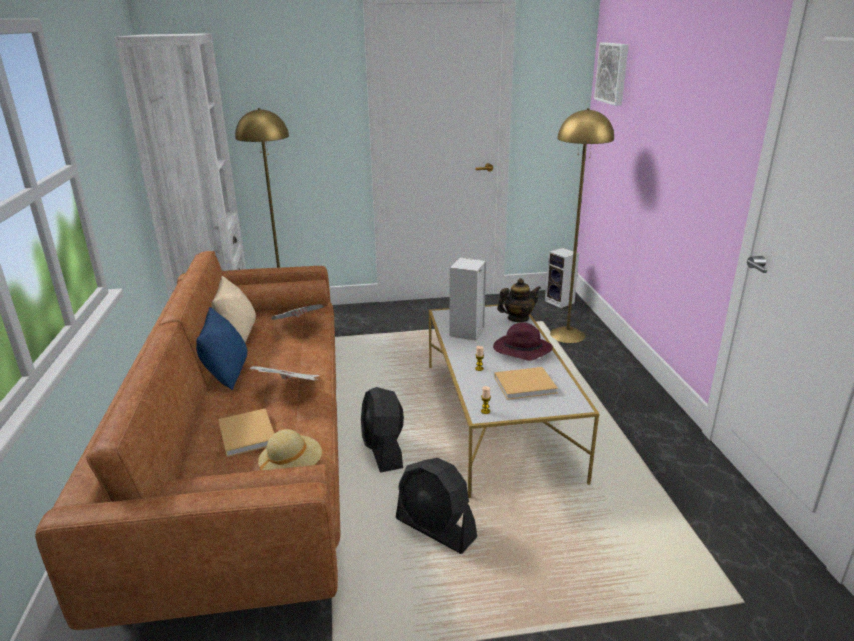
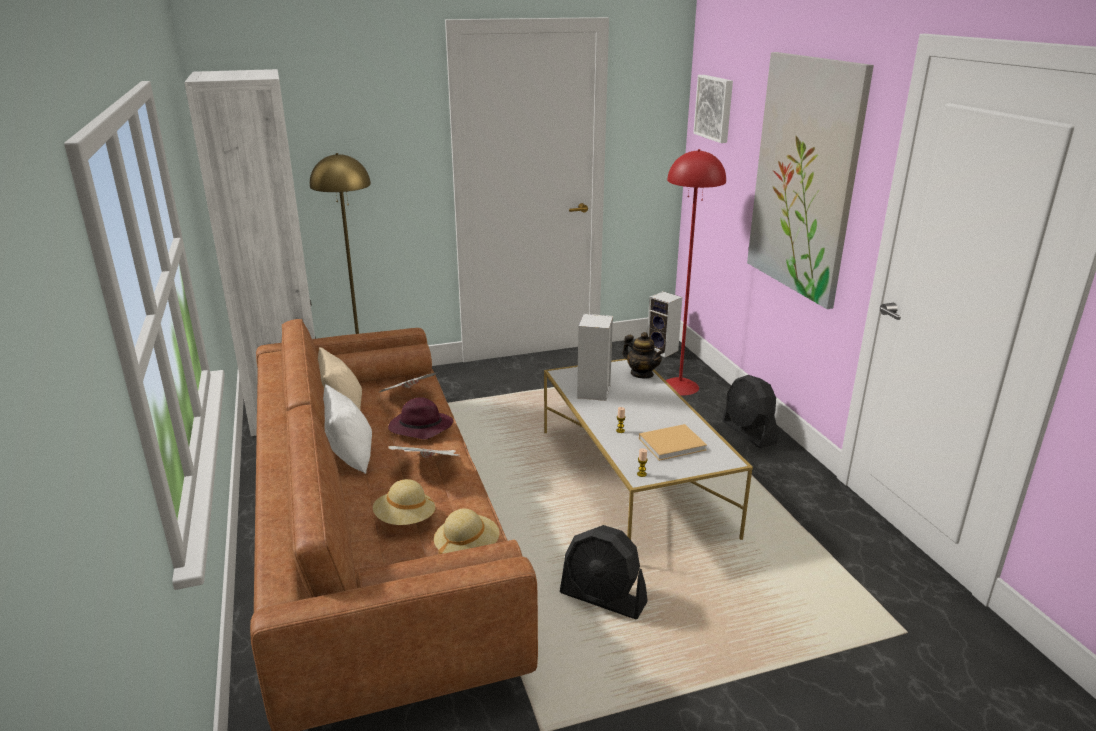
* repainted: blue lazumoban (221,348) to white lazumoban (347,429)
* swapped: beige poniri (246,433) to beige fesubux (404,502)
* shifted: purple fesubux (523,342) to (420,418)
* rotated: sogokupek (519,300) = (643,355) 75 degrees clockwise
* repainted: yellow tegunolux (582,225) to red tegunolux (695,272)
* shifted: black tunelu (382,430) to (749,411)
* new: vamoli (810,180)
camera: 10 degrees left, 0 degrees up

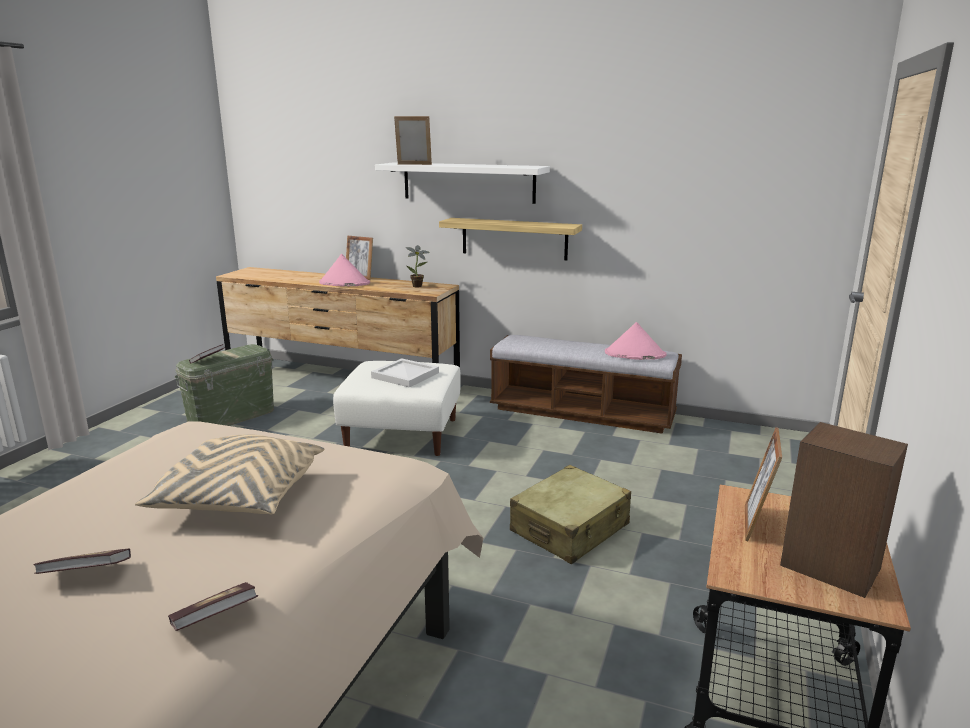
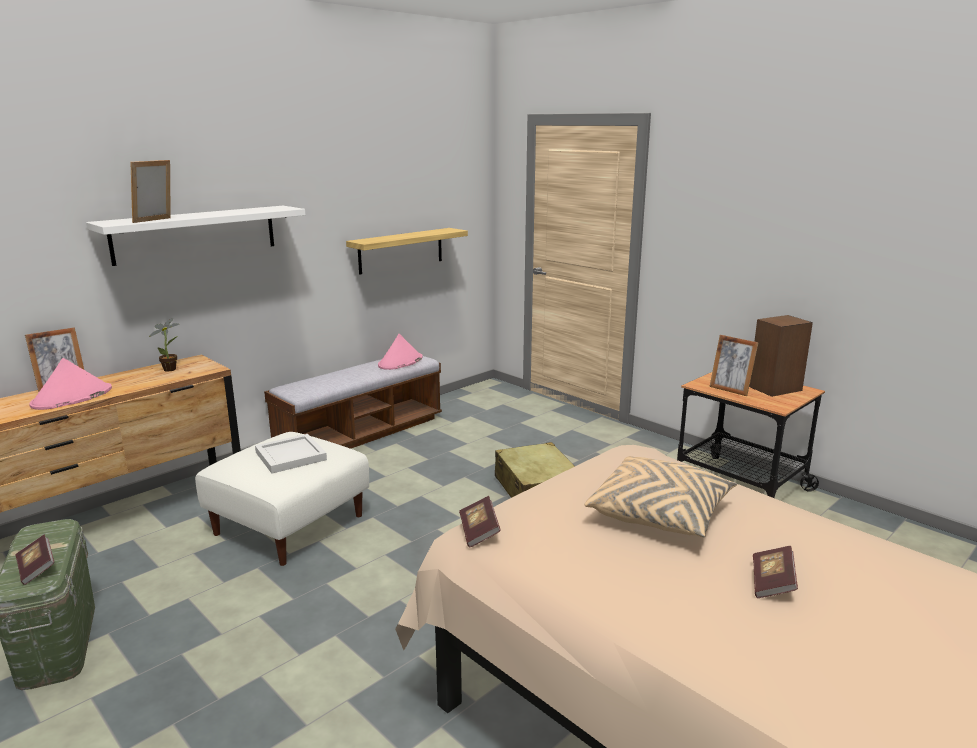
* shifted: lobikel (510,239) to (407,251)
* shifted: poniri (213,606) to (480,521)
camera: 65 degrees left, 0 degrees up

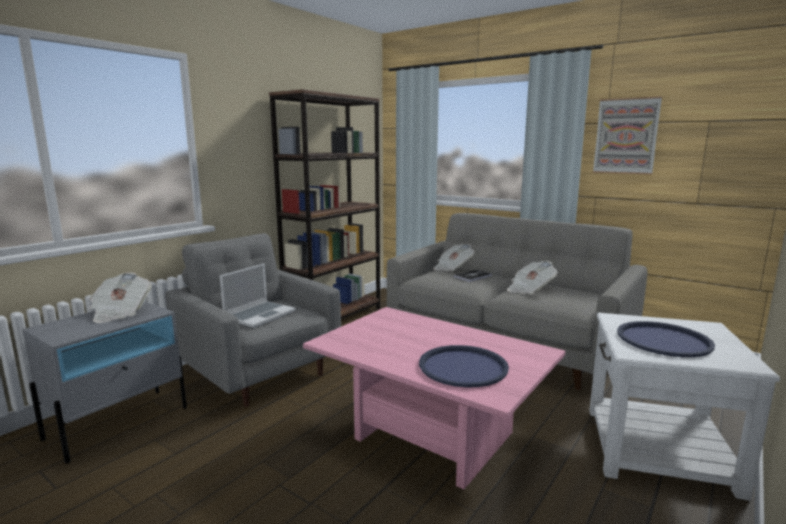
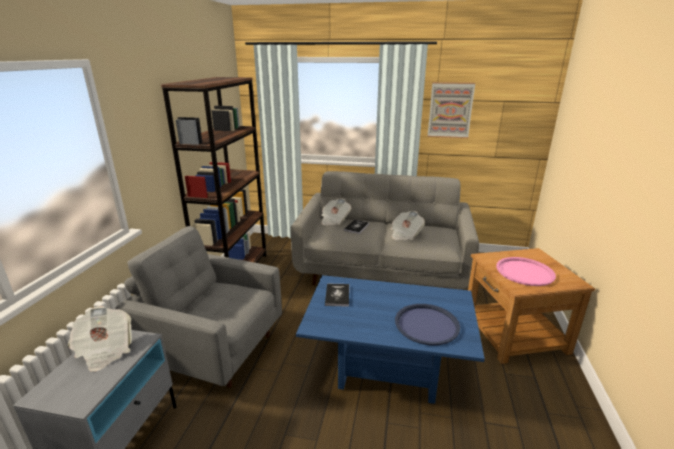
* repainted: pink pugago (434,398) to blue pugago (390,339)
* new: poniri (337,295)
* repainted: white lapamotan (684,407) to brown lapamotan (531,306)
* repainted: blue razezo (666,339) to pink razezo (526,271)
* gone: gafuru (258,295)
camera: 25 degrees left, 10 degrees up

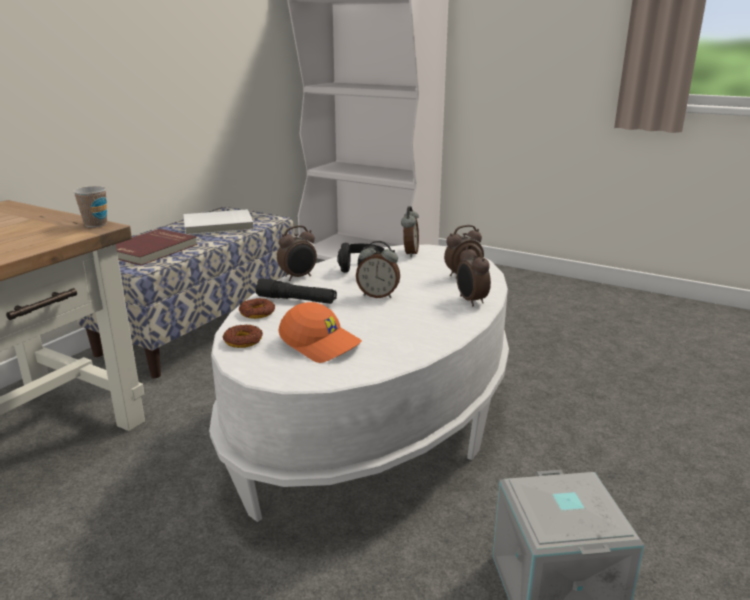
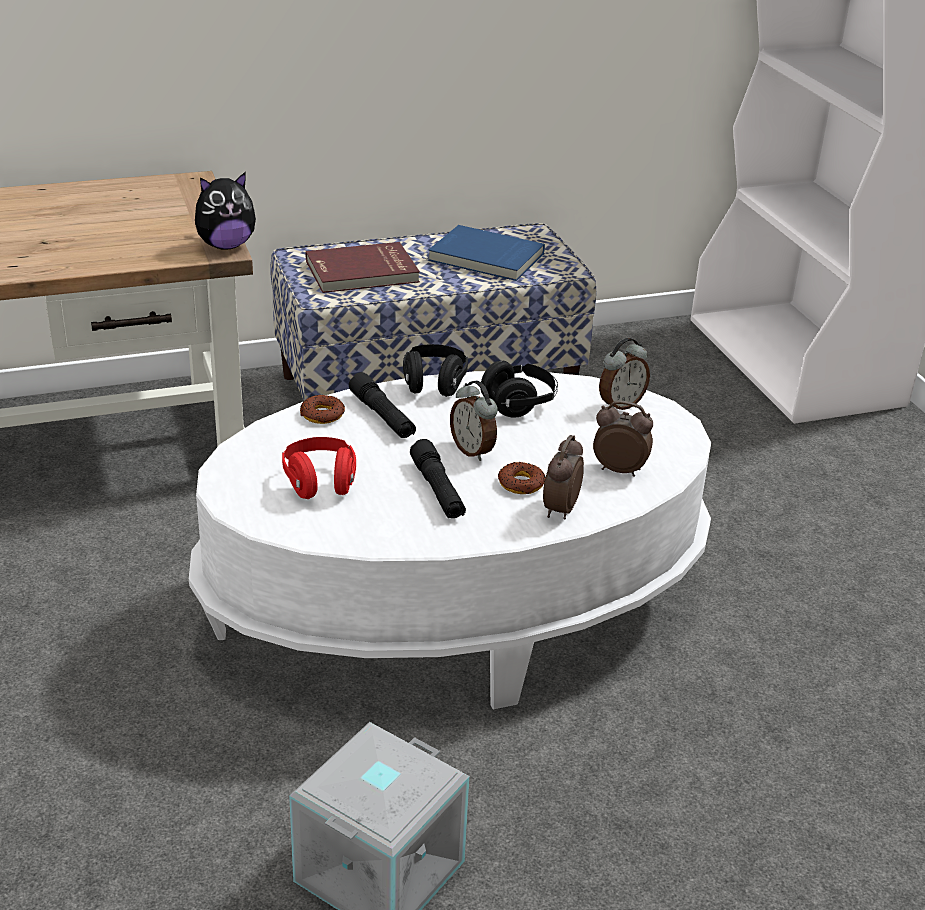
* swapped: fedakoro (90,206) to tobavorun (225,211)
* swapped: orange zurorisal (320,332) to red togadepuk (319,468)
* swapped: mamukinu (297,253) to black togadepuk (435,370)
* new: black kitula (438,478)
* repainted: white poniri (218,222) to blue poniri (486,253)
* shifted: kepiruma (243,336) to (522,478)
camera: 40 degrees right, 10 degrees up

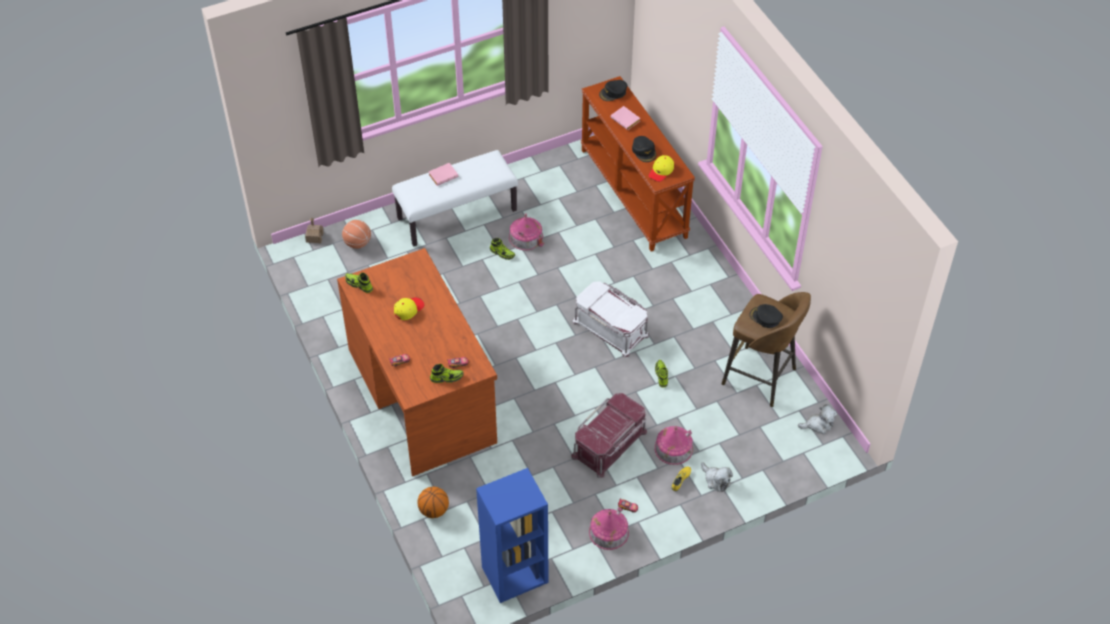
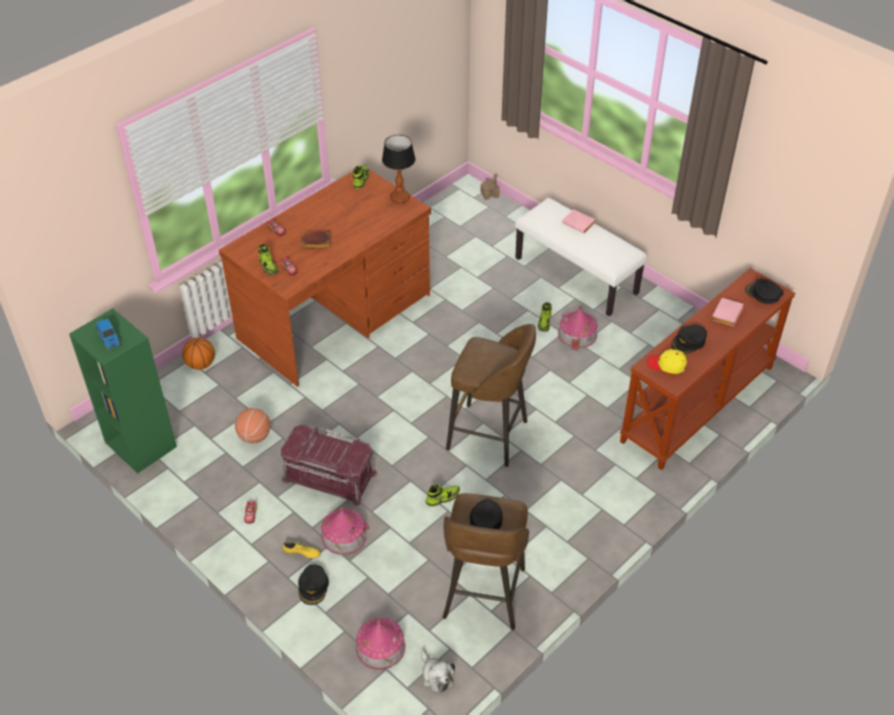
* repainted: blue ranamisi (512,535) to green ranamisi (123,390)
* new: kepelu (108,334)
* shifted: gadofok (356,234) to (253,425)
* swapped: tobavorun (717,477) to black zurorisal (313,585)
* new: brown poniri (315,240)
* shifted: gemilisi (609,528) to (381,644)
* new: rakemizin (399,169)
* swapped: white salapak (611,319) to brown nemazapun (491,395)
* gone: yellow zurorisal (409,308)
camera: 70 degrees right, 5 degrees down

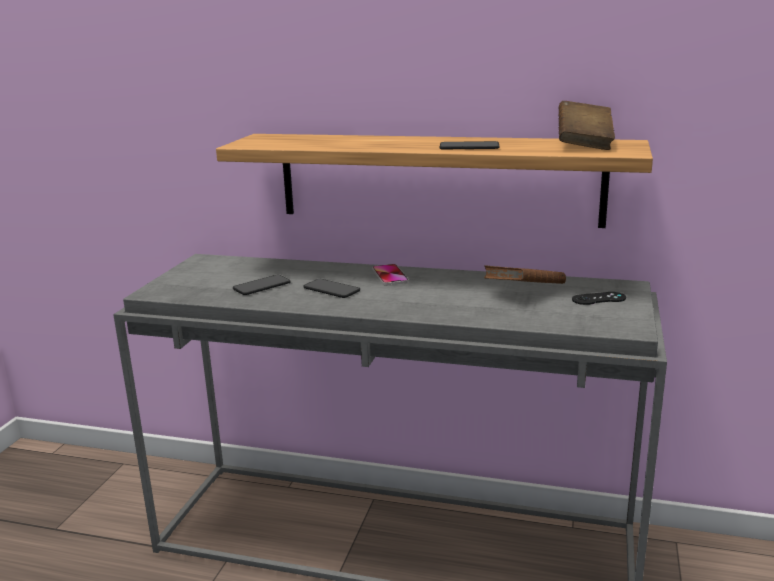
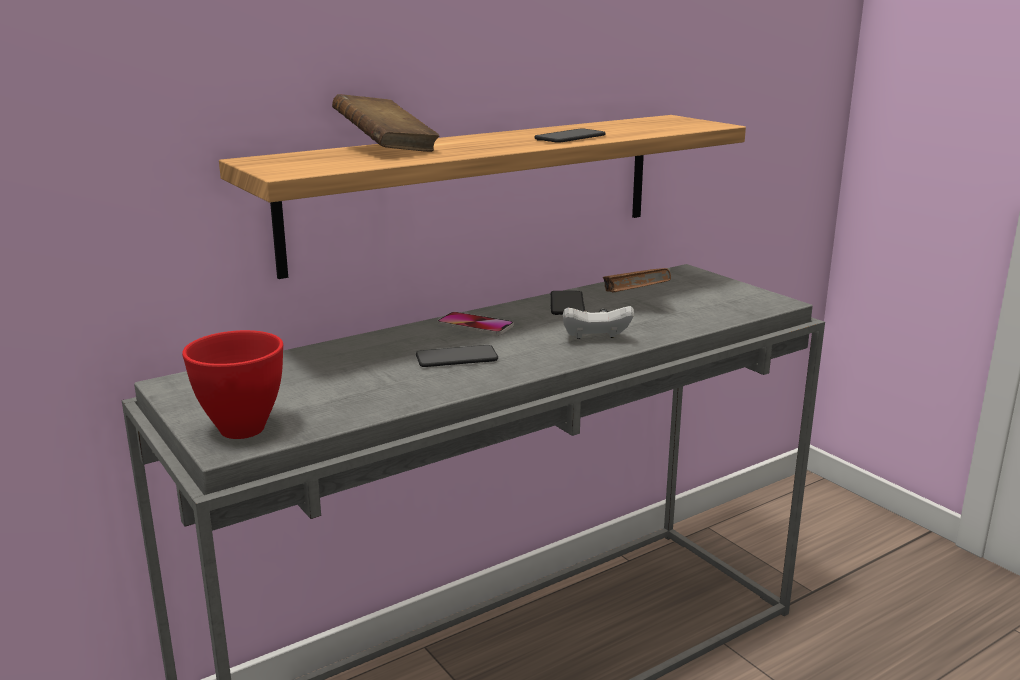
* new: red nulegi (232,384)
* shifted: brown poniri (587,125) to (385,123)
* shifted: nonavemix (262,285) to (568,303)
* new: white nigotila (598,322)
* gone: black nigotila (599,298)
camera: 50 degrees left, 0 degrees up

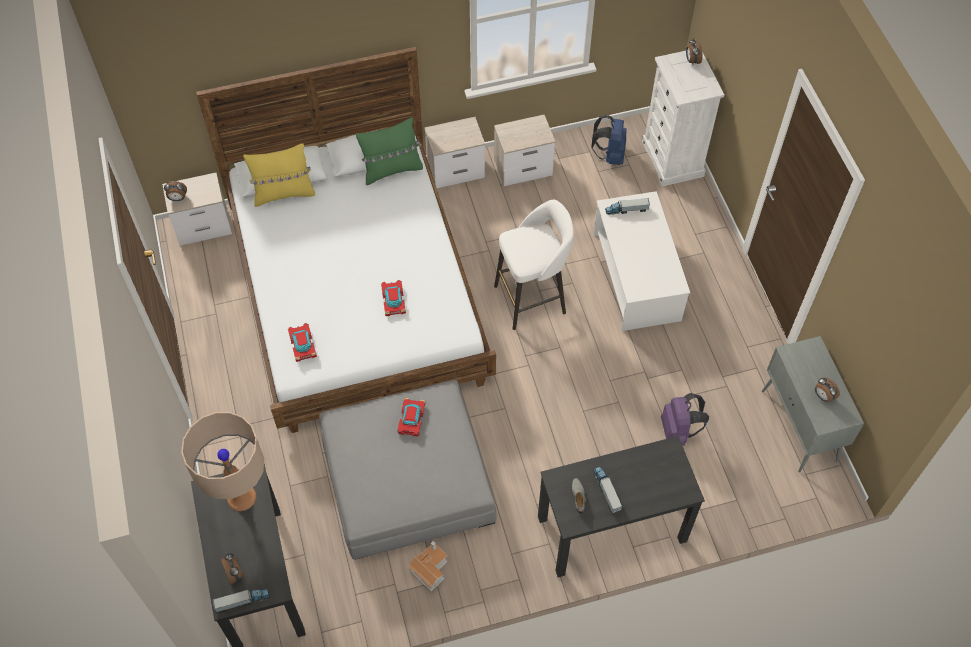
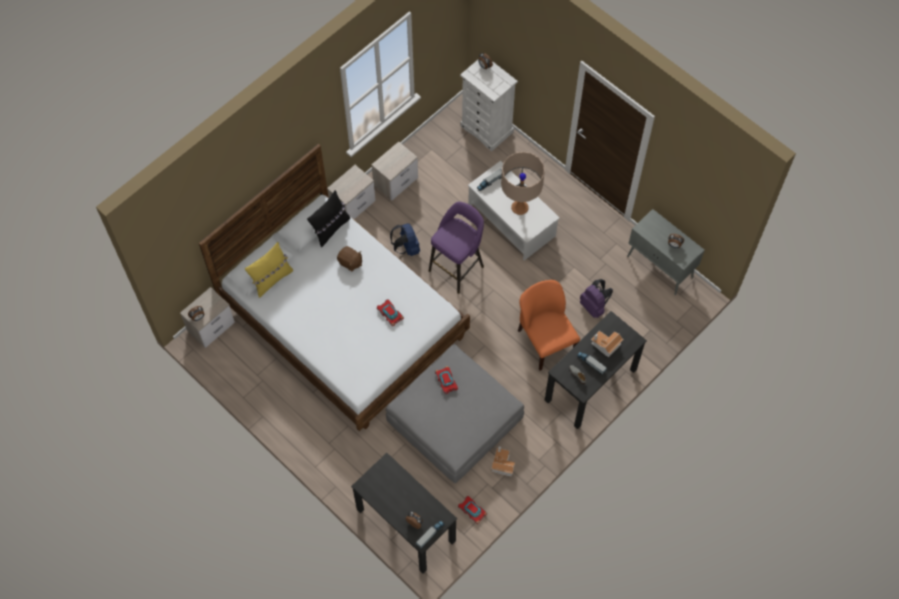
* repainted: green lazumoban (389,151) to black lazumoban (328,219)
* new: brown tobavorun (349,258)
* shifted: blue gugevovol (609,140) to (405,239)
* repainted: white nemazapun (534,265) to purple nemazapun (456,248)
* shifted: kepelu (302,342) to (472,510)
* shifted: beige rakemizin (222,461) to (523,183)
* new: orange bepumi (549,325)
* new: gemilisi (607,344)
camera: 30 degrees left, 5 degrees up

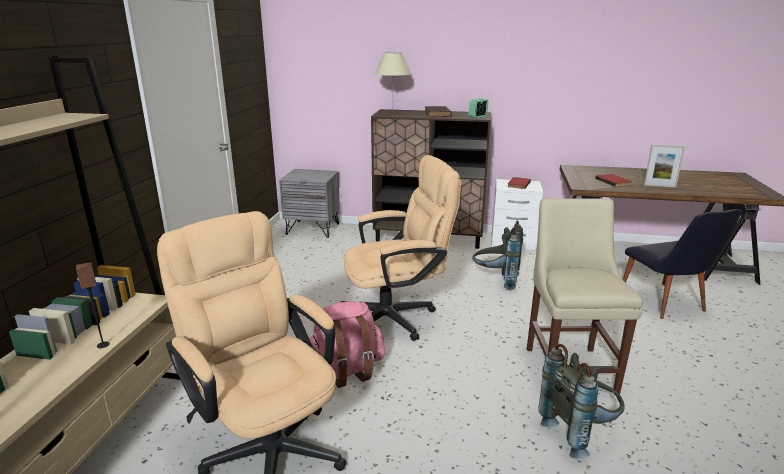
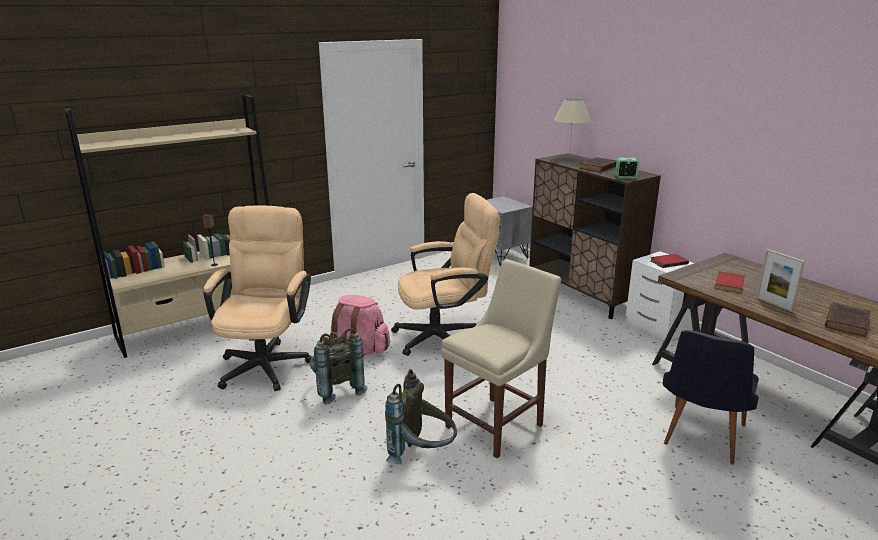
* shifted: grey gugevovol (497,255) to (339,366)
* rotated: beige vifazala (401,248) = (445,274) 45 degrees counterclockwise
* new: brown poniri (848,320)
camera: 45 degrees right, 0 degrees up

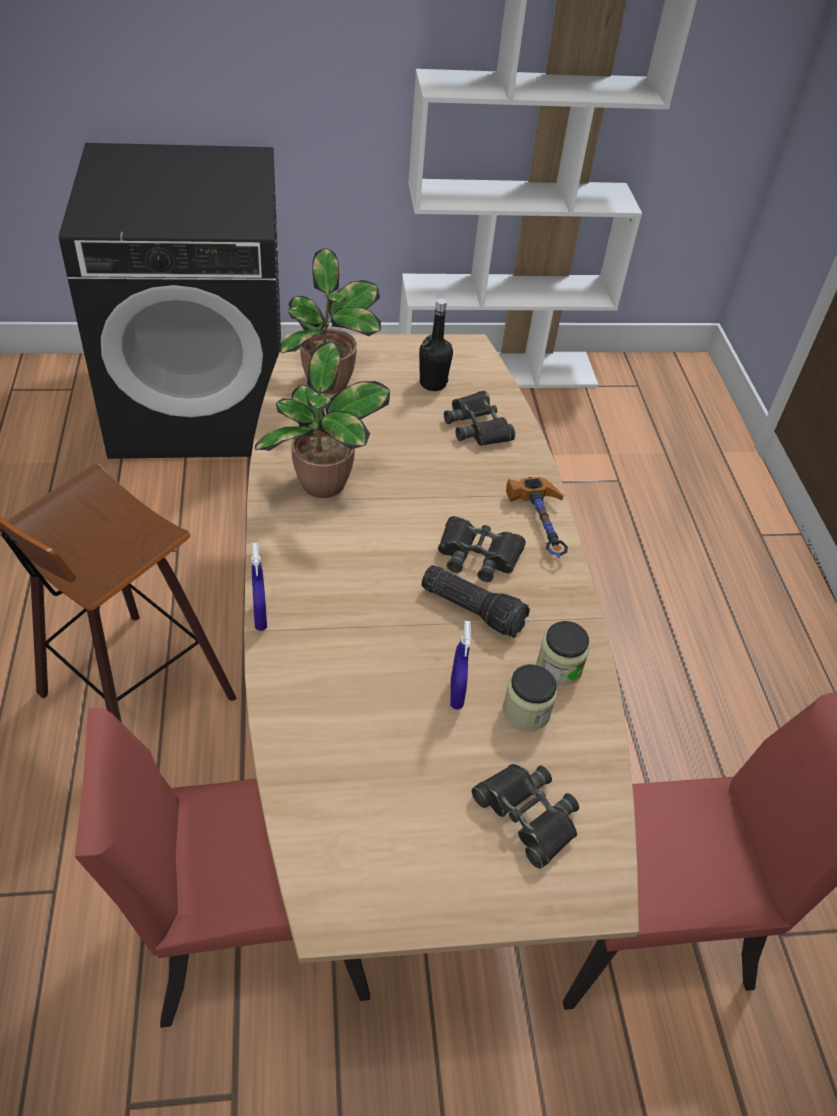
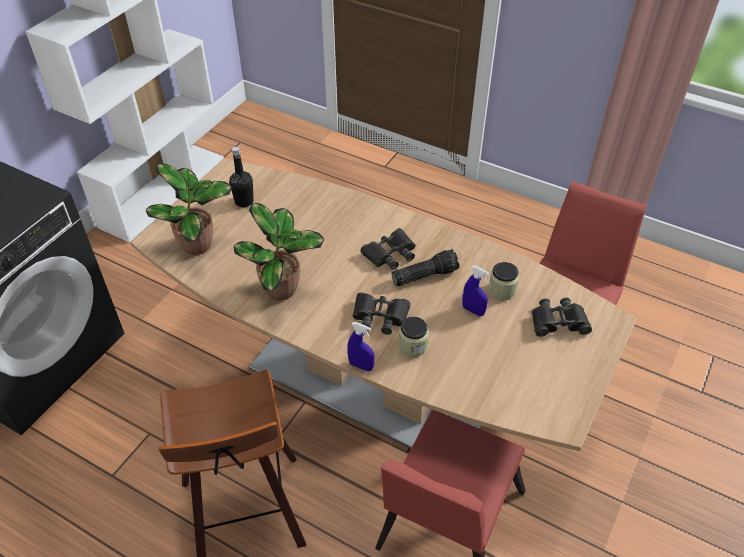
* shifted: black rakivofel (479,418) to (382,313)
* shifted: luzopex (563,653) to (413,337)
* gone: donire (537,517)
camera: 50 degrees left, 0 degrees up

